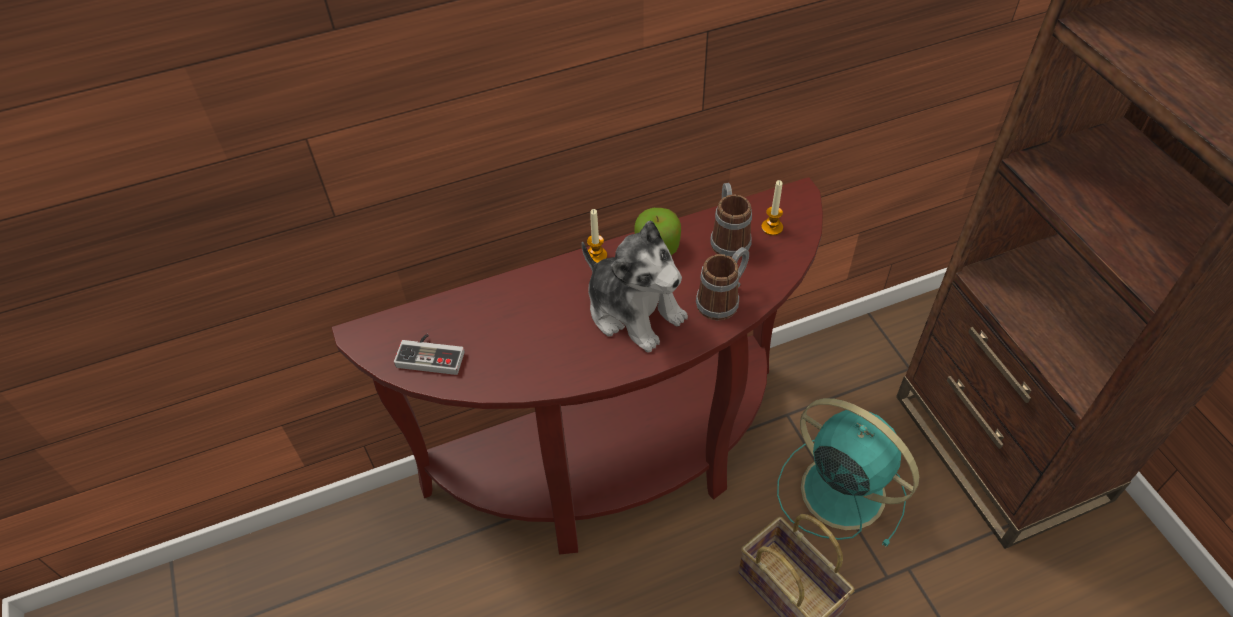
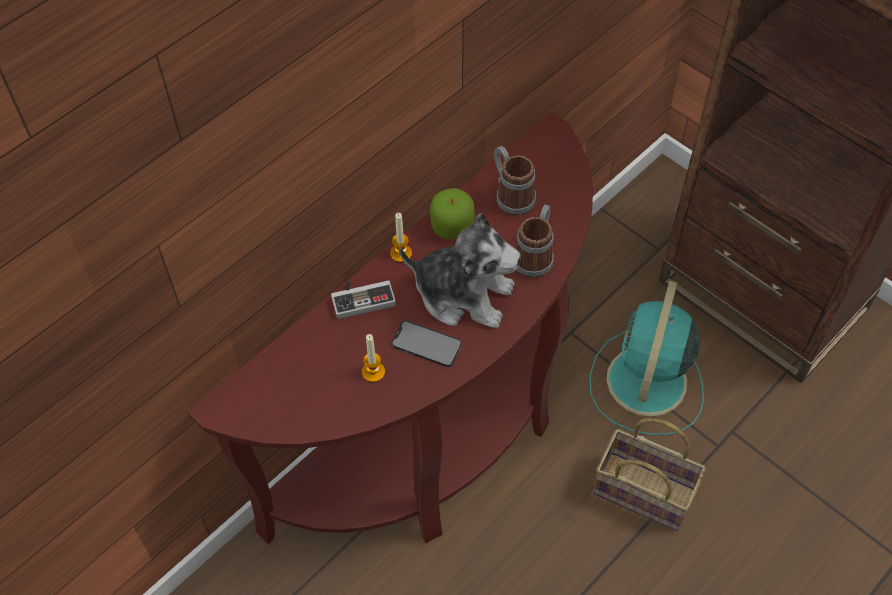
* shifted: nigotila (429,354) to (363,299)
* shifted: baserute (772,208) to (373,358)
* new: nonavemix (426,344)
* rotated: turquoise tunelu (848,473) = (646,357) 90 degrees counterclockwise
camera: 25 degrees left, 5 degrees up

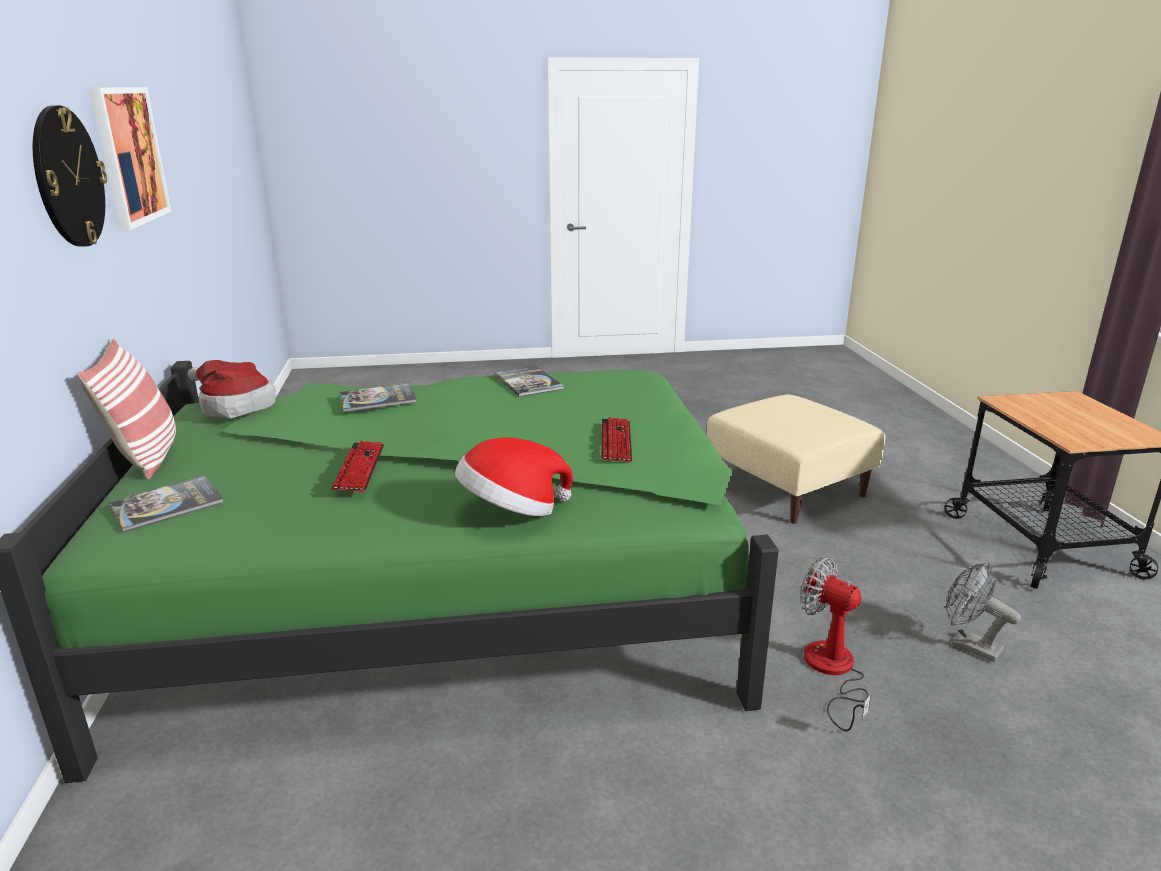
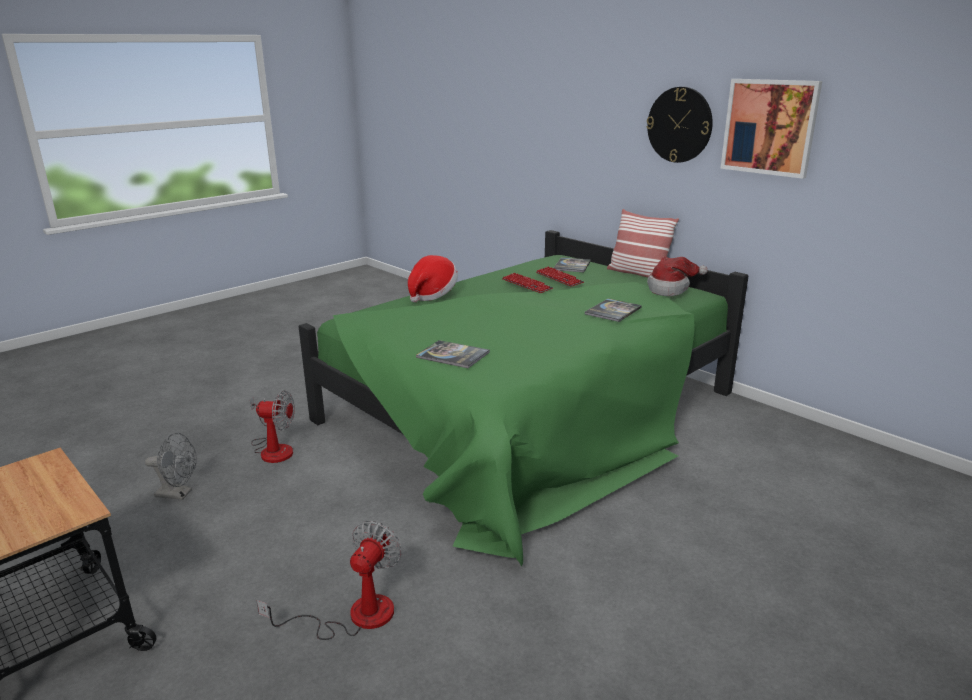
* swapped: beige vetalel (796,459) to tunelu (329,580)
* shifted: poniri (529,381) to (453,354)
* shifted: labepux (616,439) to (560,276)
camera: 145 degrees right, 0 degrees up

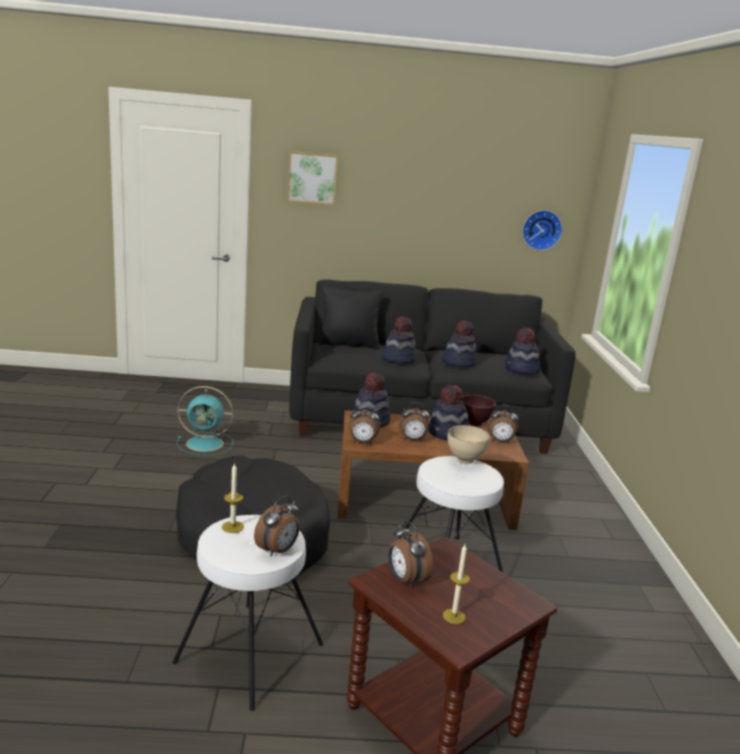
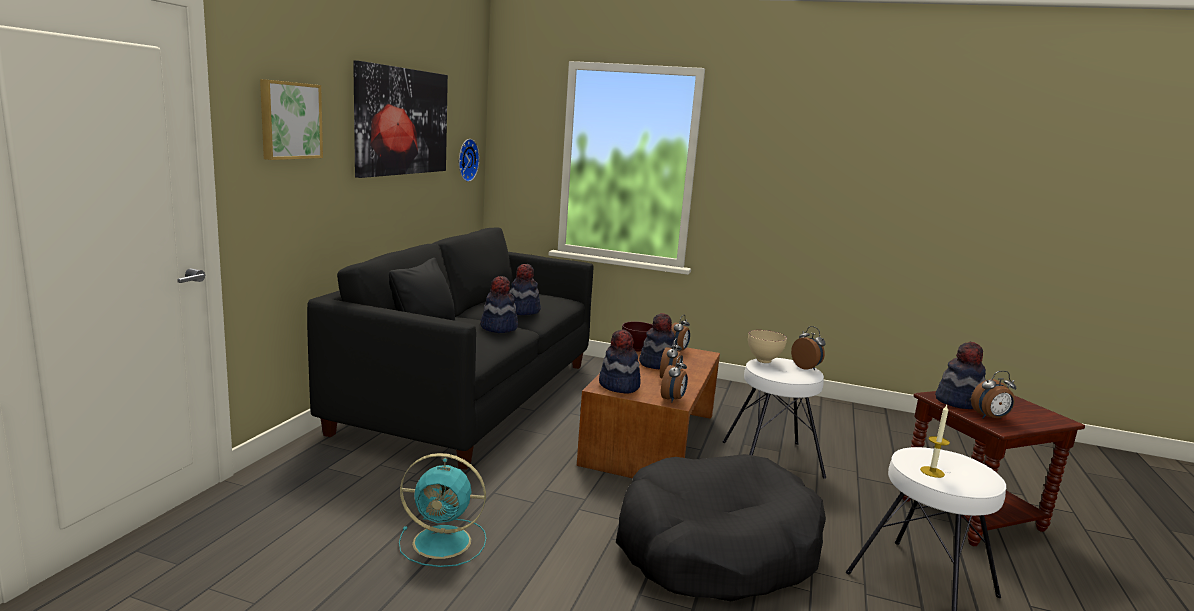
* new: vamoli (400,119)
* rotated: turquoise tunelu (205,421) = (442,510) 75 degrees clockwise
* shifted: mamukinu (277,526) to (808,348)
* shifted: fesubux (522,351) to (960,375)
* gone: baserute (456,584)
camera: 70 degrees left, 5 degrees down

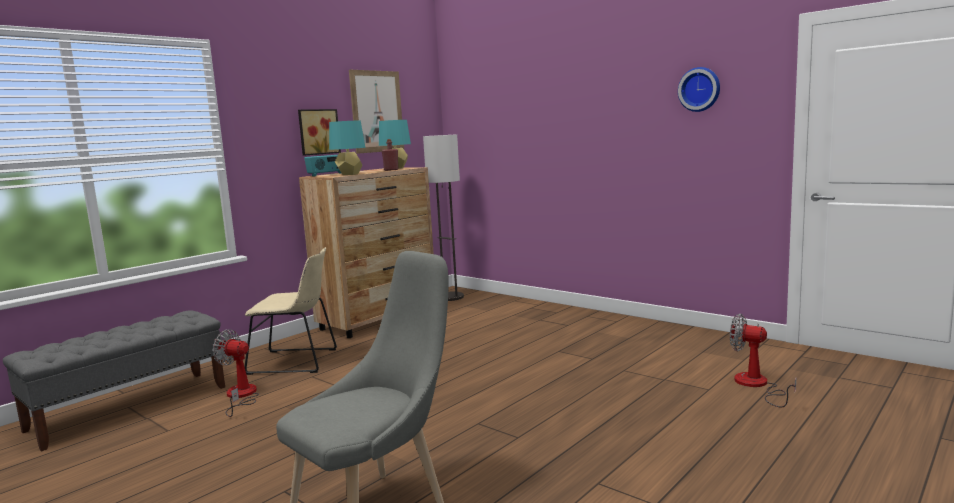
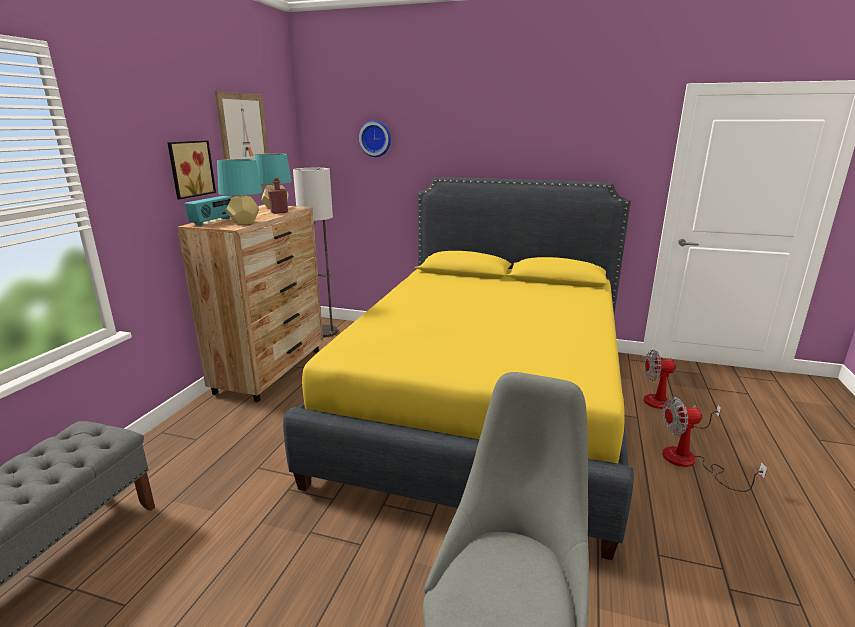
* new: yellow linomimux (458,368)
* shifted: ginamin (699,89) to (375,138)
* shifted: tunelu (235,373) to (714,444)
* gone: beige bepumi (290,311)
camera: 25 degrees left, 10 degrees up

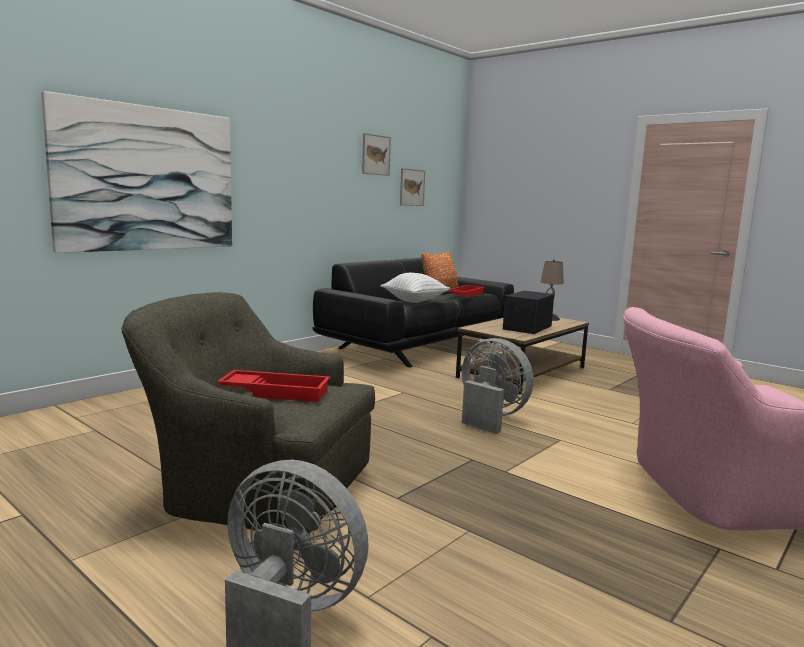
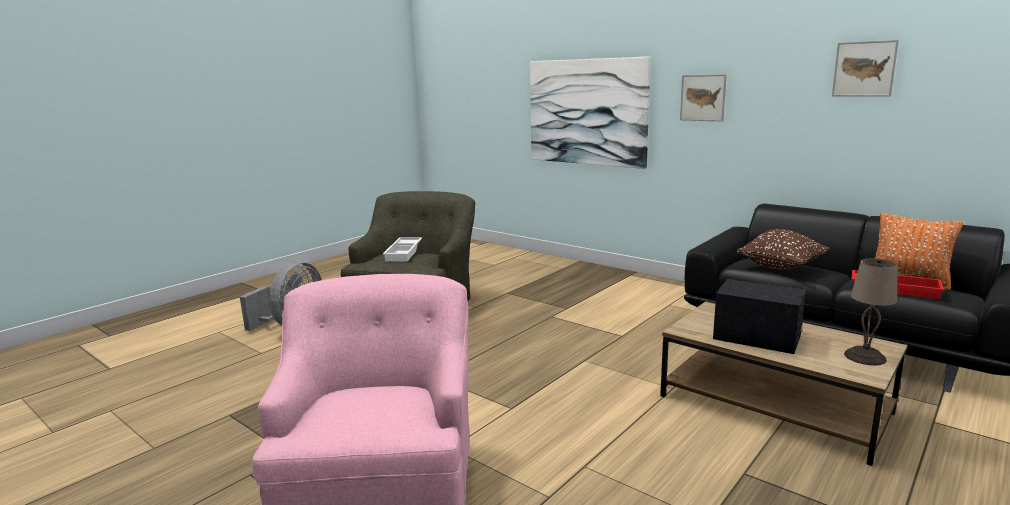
* repainted: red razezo (273,386) to white razezo (402,249)
* shifted: vamoli (412,187) to (703,98)
* repainted: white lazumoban (415,288) to brown lazumoban (783,249)
* gone: grey tunelu (498,386)
camera: 90 degrees right, 5 degrees up

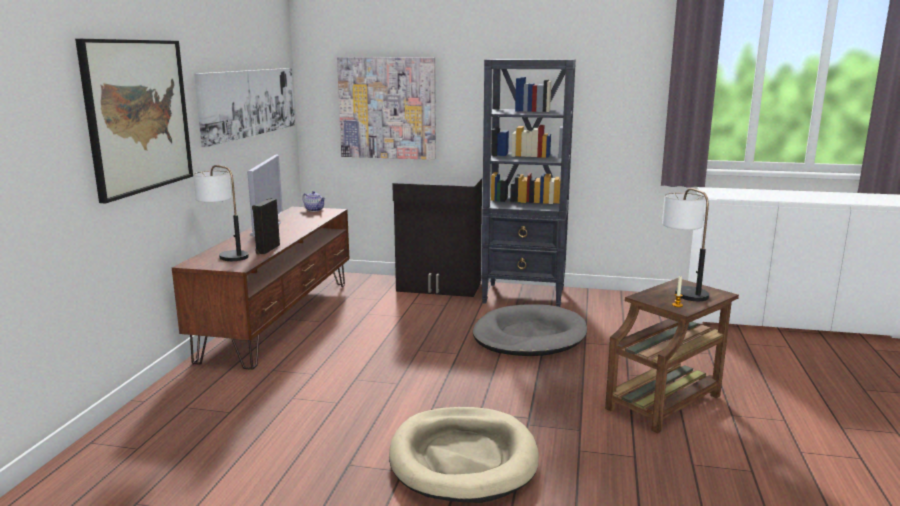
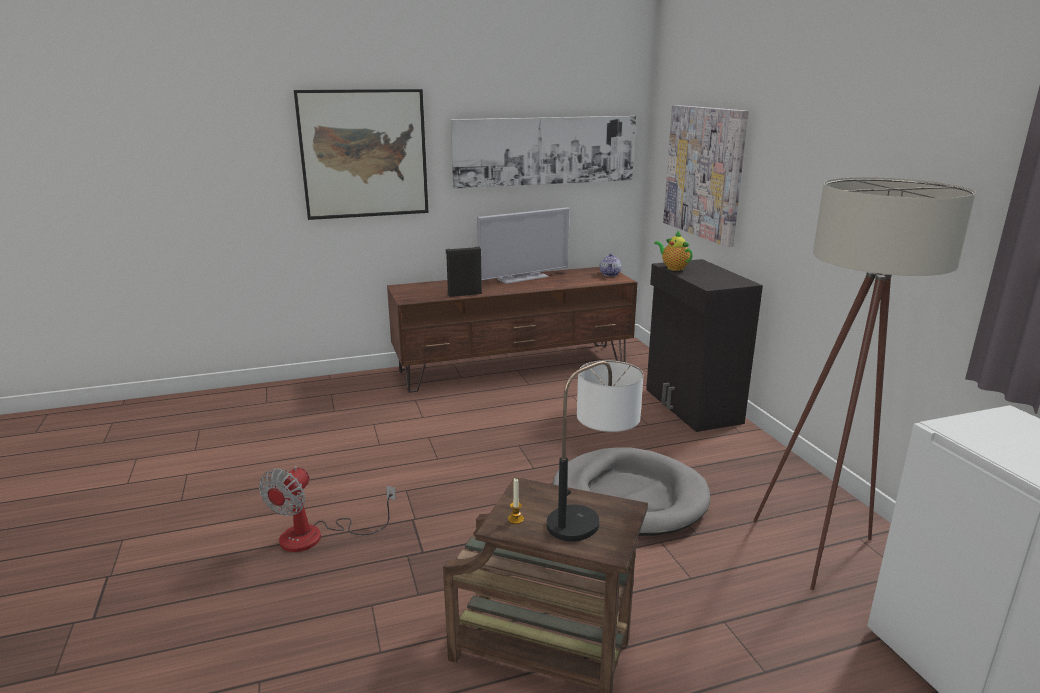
* swapped: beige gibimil (464,455) to tunelu (327,509)
* new: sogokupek (673,251)
* new: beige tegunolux (864,383)
* gone: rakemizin (221,213)
* gone: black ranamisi (528,183)
camera: 60 degrees right, 5 degrees up

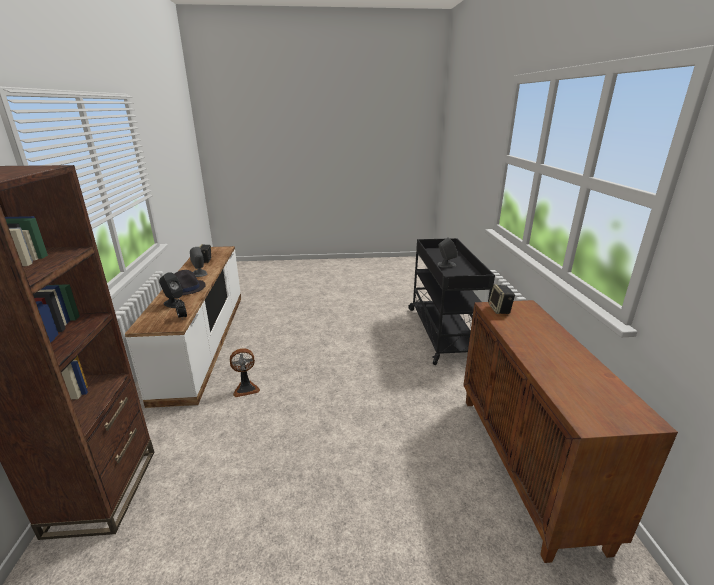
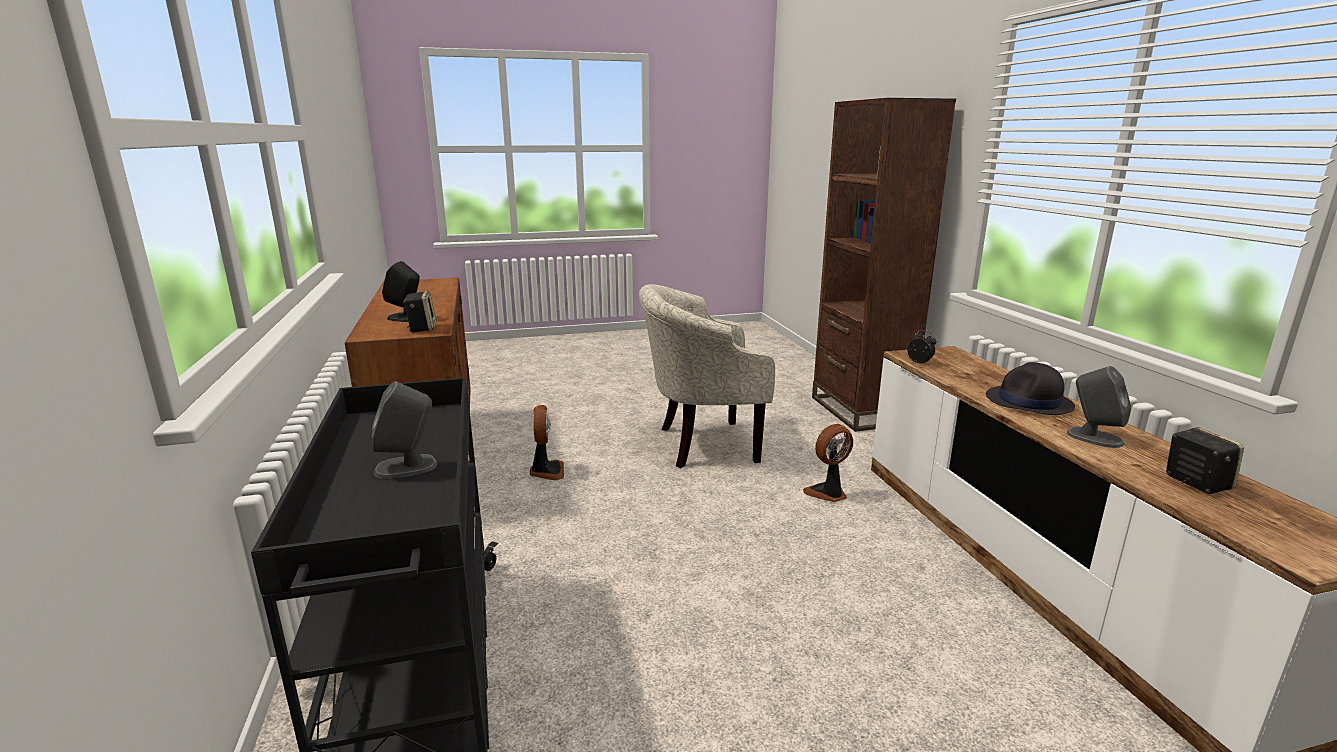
* shifted: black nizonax (172,290) to (401,291)
* new: tunelu (547,442)
* new: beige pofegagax (707,376)
camera: 170 degrees right, 5 degrees down

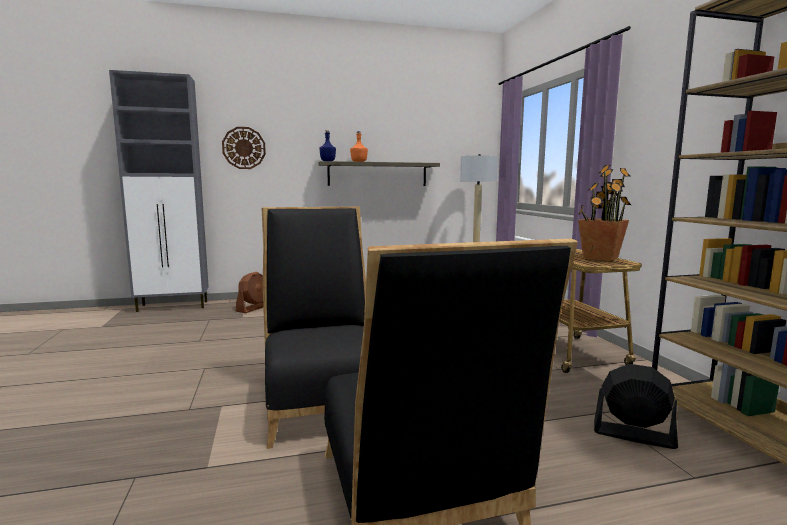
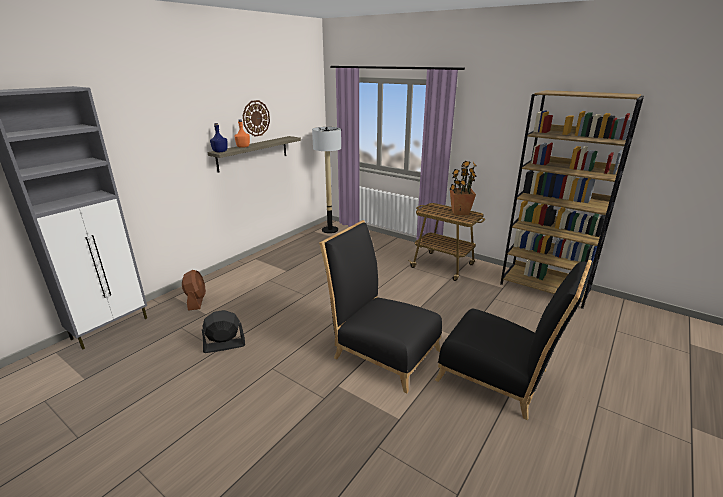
* shifted: black tunelu (636,406) to (223,331)
* shifted: ginamin (244,148) to (256,118)
camera: 40 degrees left, 15 degrees up

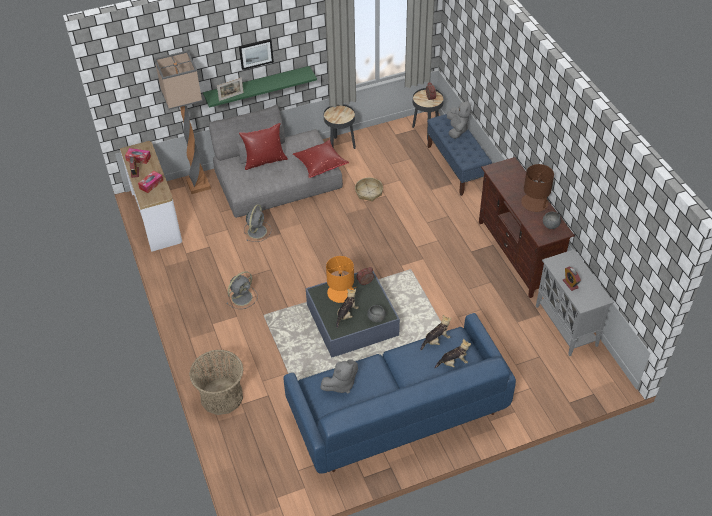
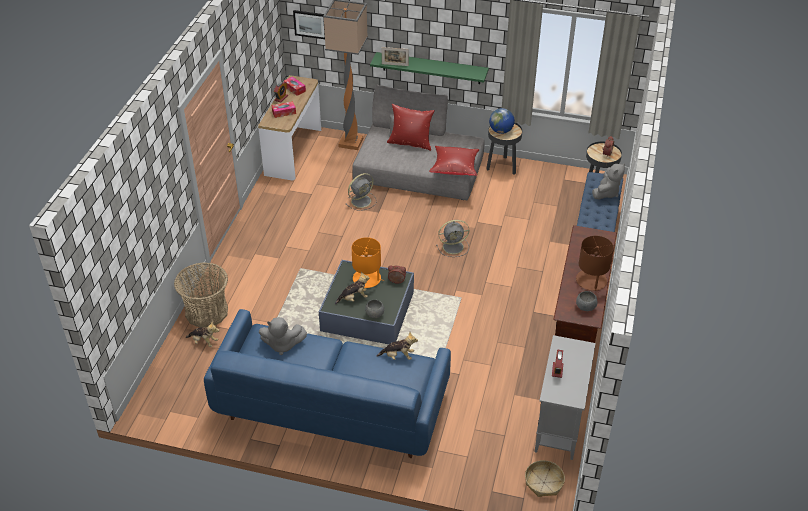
* shifted: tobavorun (452,353) to (202,334)
* shifted: vamoli (256,54) to (309,24)
* shifted: grey tunelu (242,290) to (452,238)
* new: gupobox (502,121)
* shifted: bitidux (369,190) to (545,478)
camera: 35 degrees right, 5 degrees down

